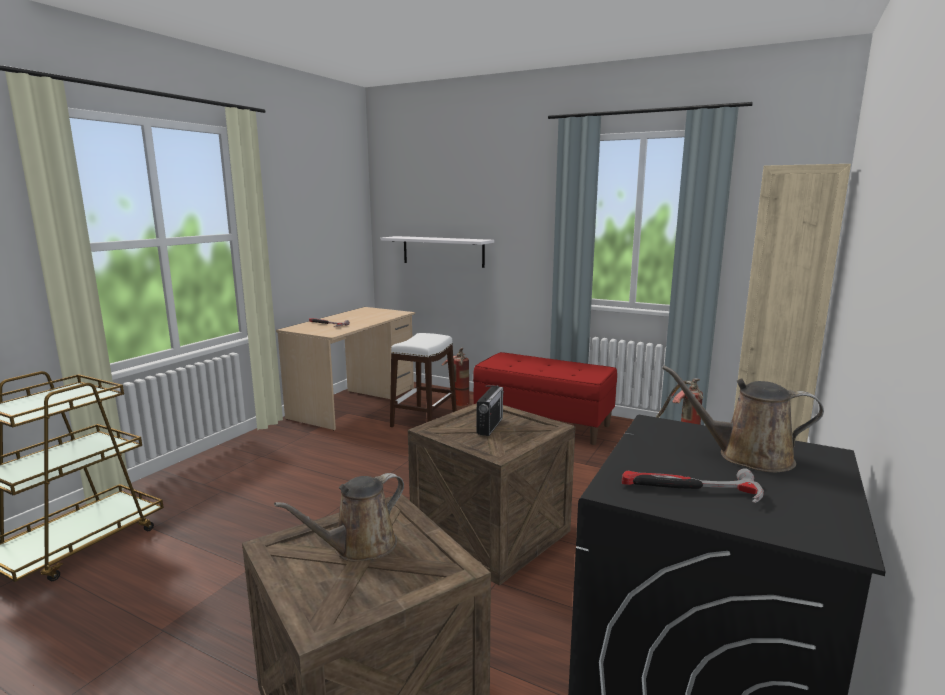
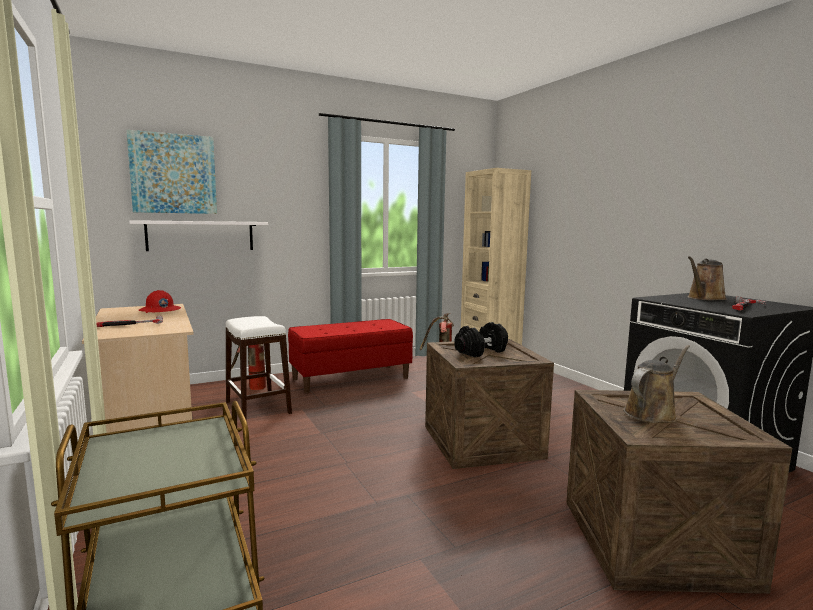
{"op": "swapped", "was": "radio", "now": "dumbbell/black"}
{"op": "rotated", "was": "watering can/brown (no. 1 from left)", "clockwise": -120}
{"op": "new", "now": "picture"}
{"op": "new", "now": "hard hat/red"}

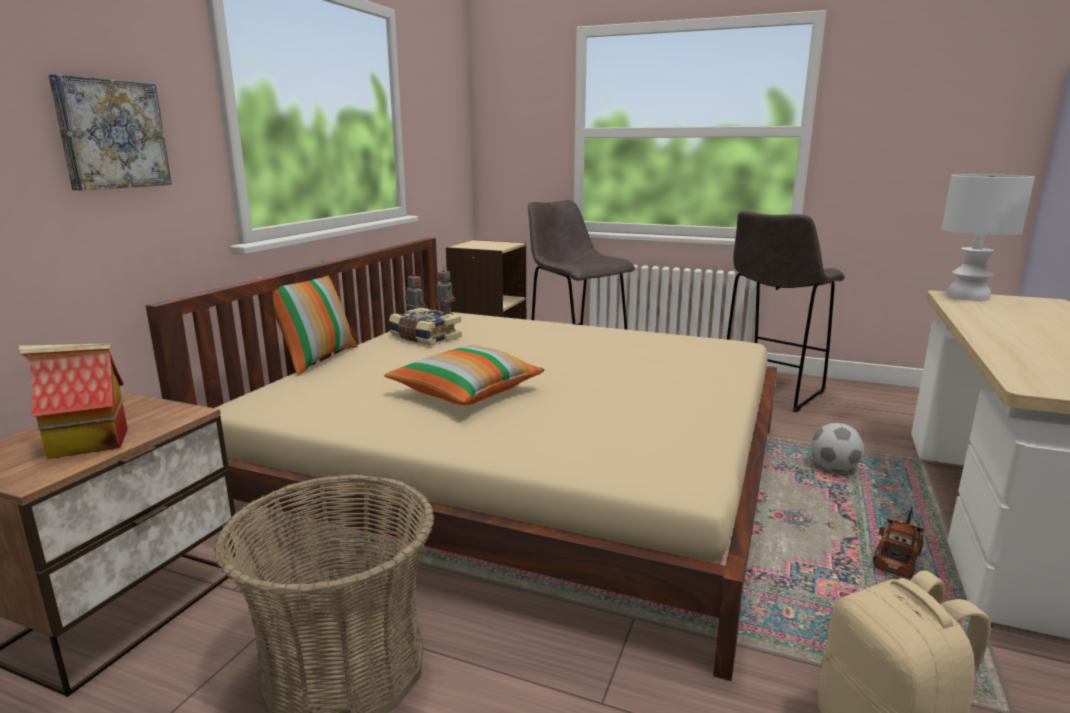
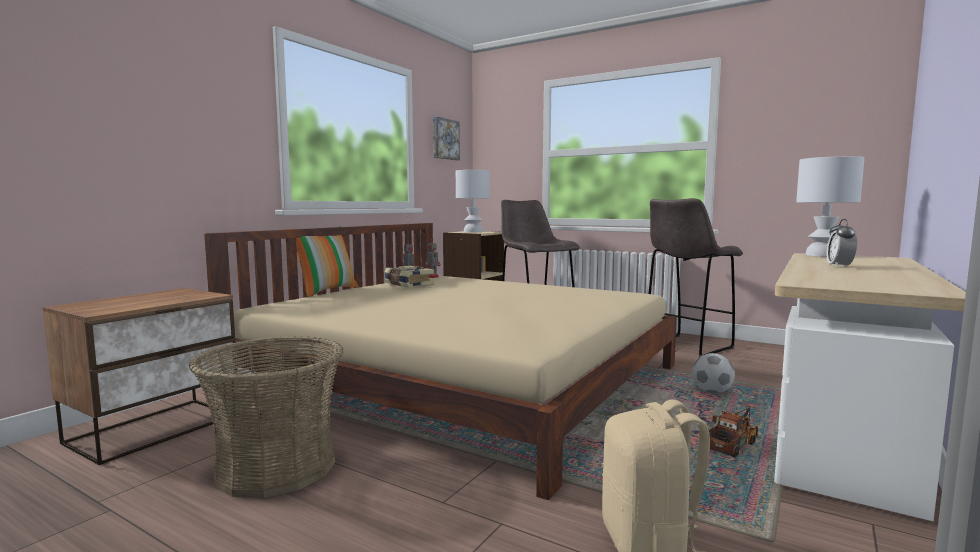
{"op": "shifted", "was": "picture"}
{"op": "gone", "was": "toy house"}
{"op": "gone", "was": "pillow (no. 2 from left)"}
{"op": "new", "now": "table lamp/white (no. 1 from left)"}
{"op": "new", "now": "alarm clock"}

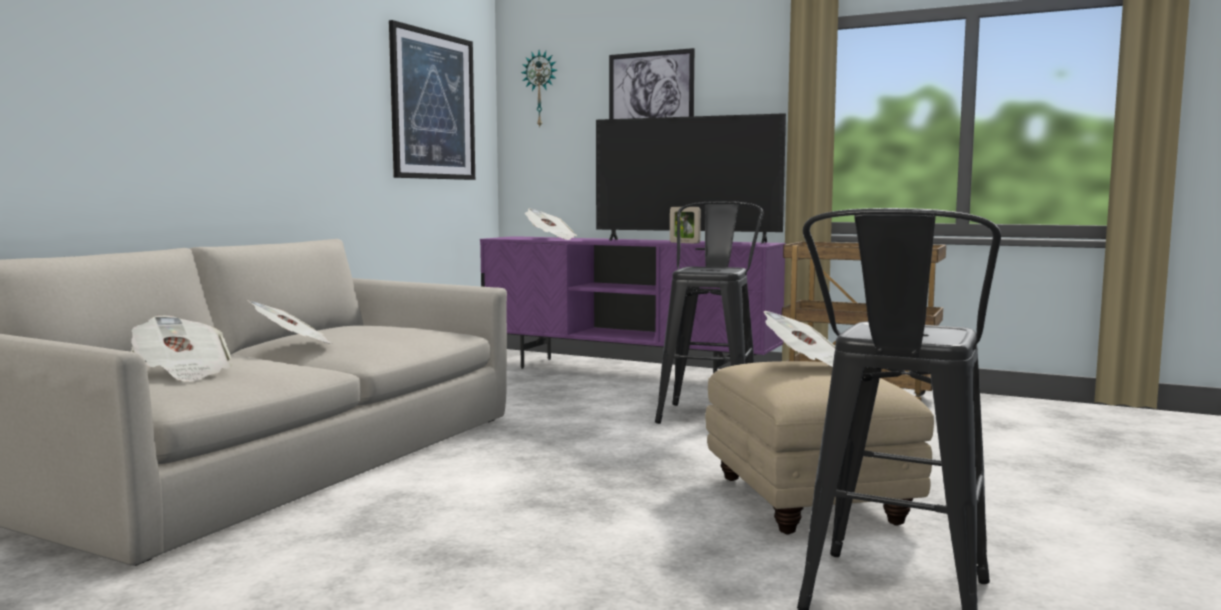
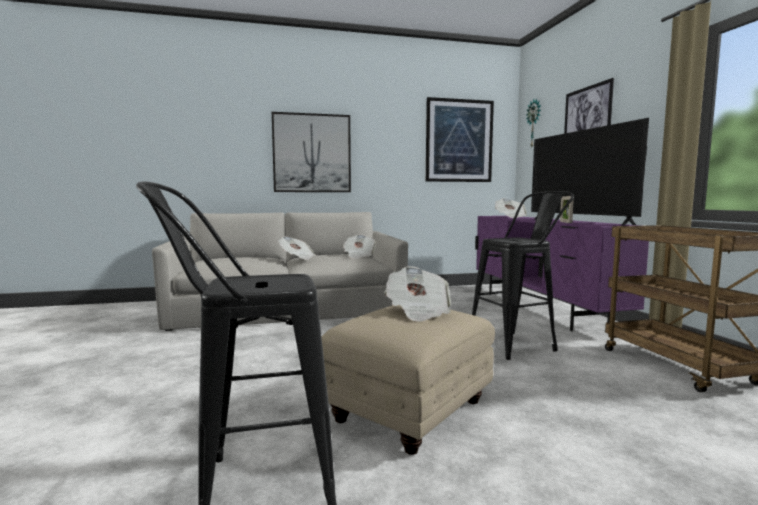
{"op": "shifted", "was": "newspaper (no. 1 from left in the first image)", "now": "newspaper (no. 2 from left)"}
{"op": "new", "now": "picture (no. 1 from left)"}

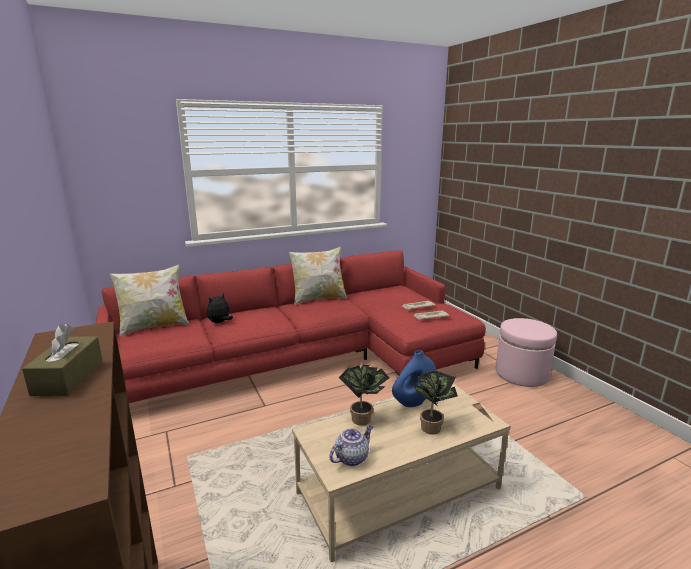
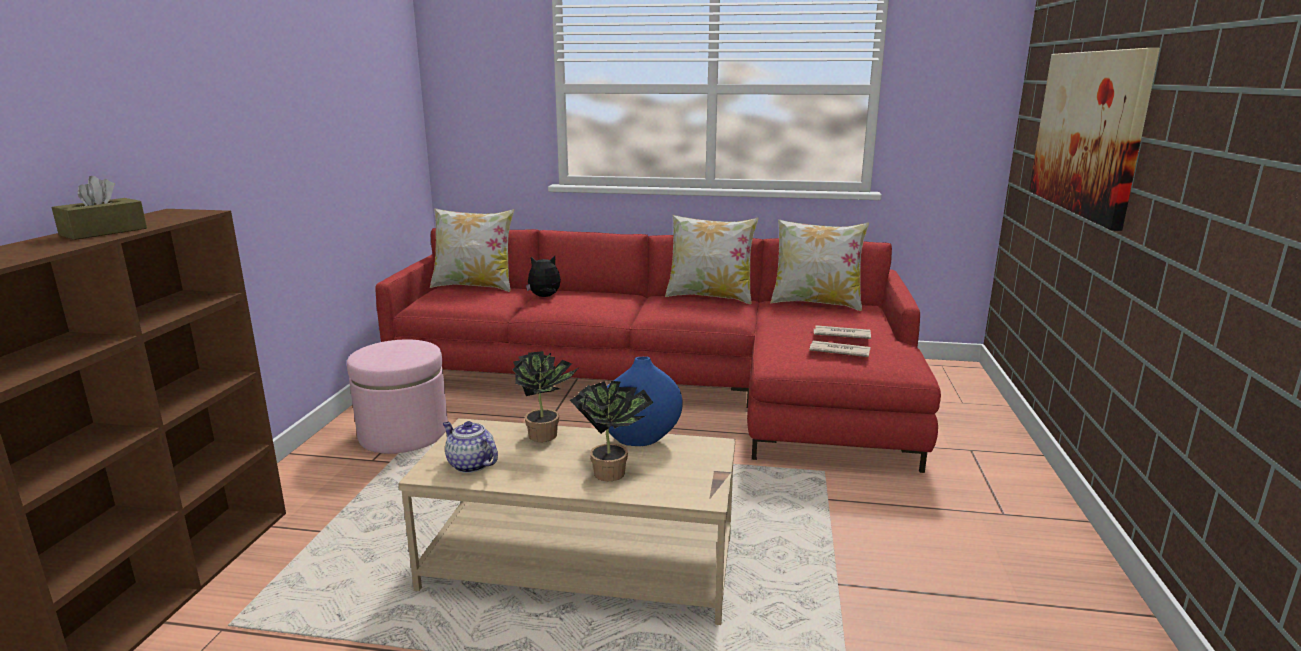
{"op": "shifted", "was": "ottoman/pink"}
{"op": "rotated", "was": "teapot", "clockwise": -135}
{"op": "new", "now": "picture"}
{"op": "new", "now": "pillow (no. 3 from left)"}

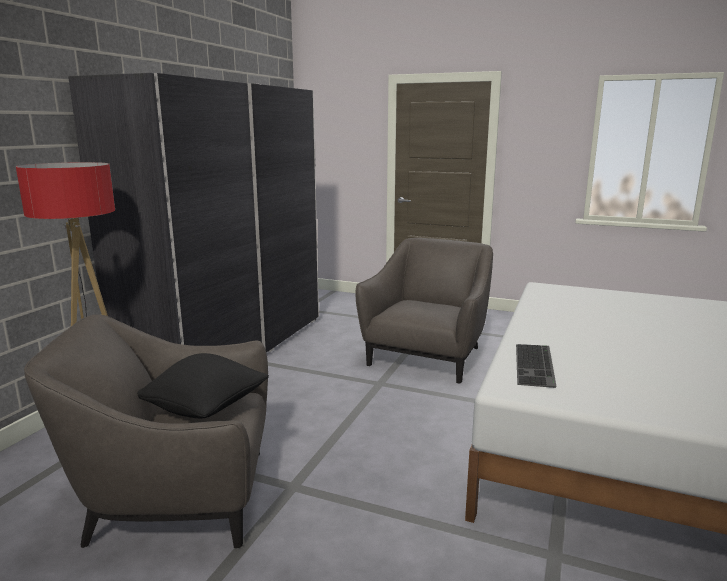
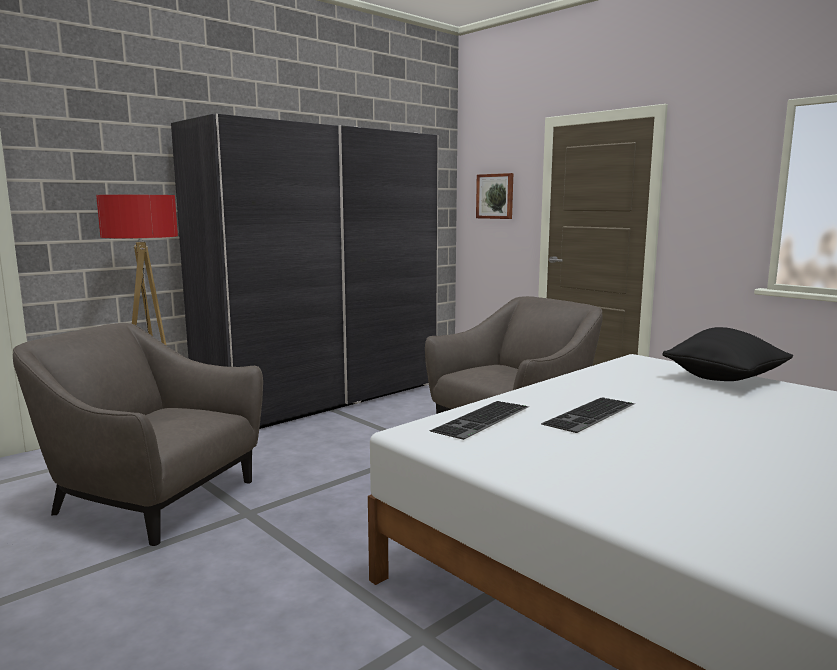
{"op": "shifted", "was": "pillow/black"}
{"op": "new", "now": "picture"}
{"op": "new", "now": "keyboard (no. 2 from left)"}

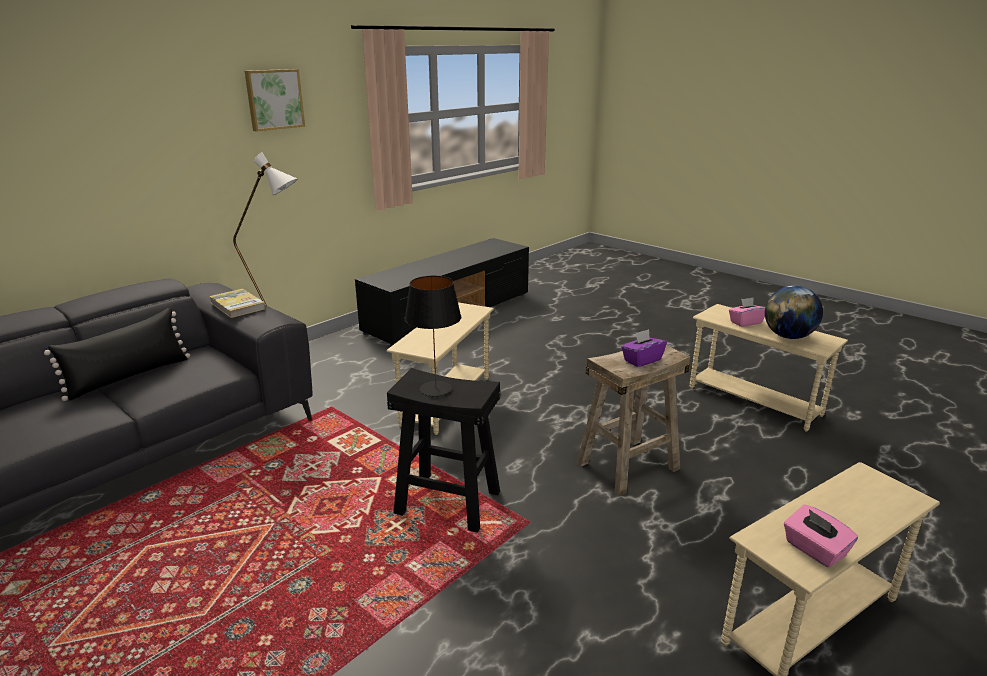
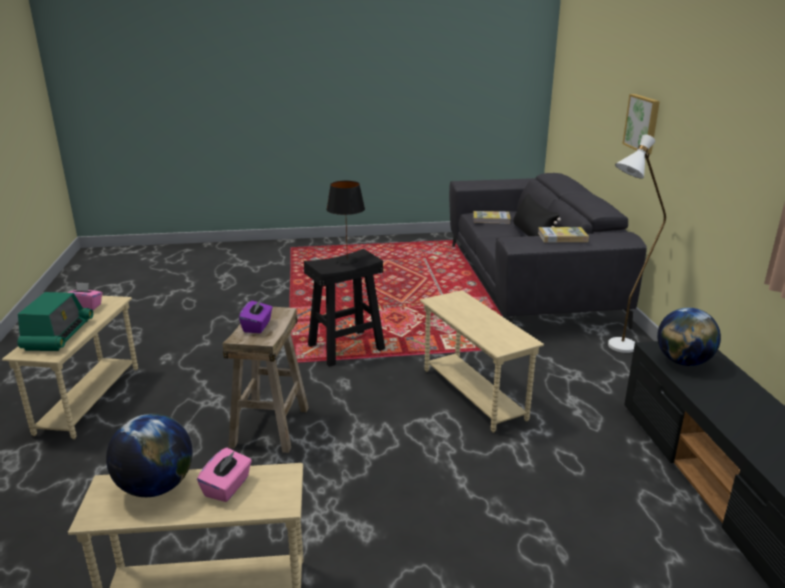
{"op": "shifted", "was": "picture"}
{"op": "new", "now": "book (no. 1 from left)"}
{"op": "new", "now": "radio"}
{"op": "new", "now": "globe (no. 2 from left)"}

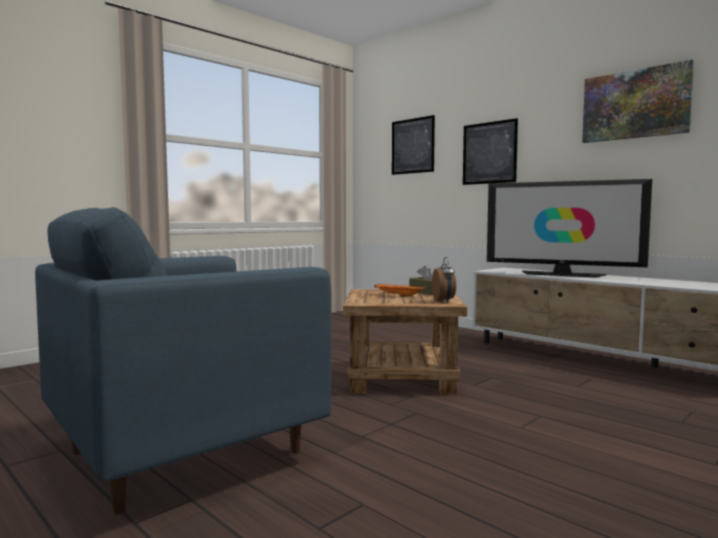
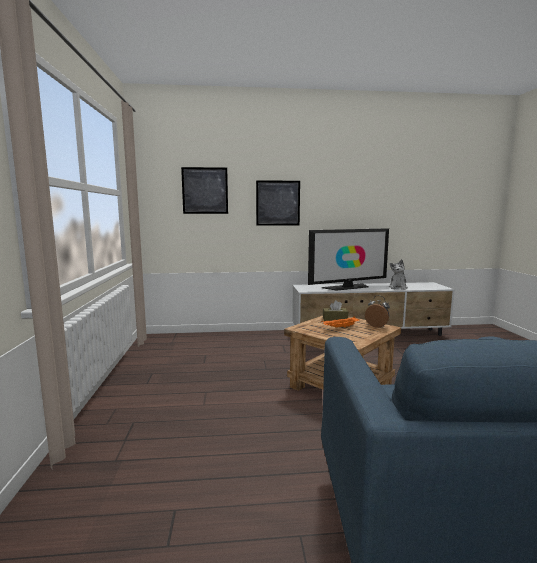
{"op": "gone", "was": "picture (no. 3 from left)"}
{"op": "new", "now": "plush toy"}

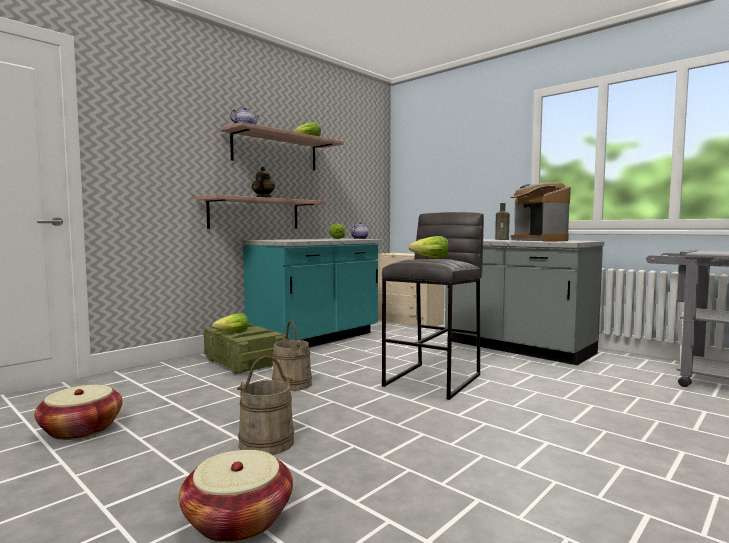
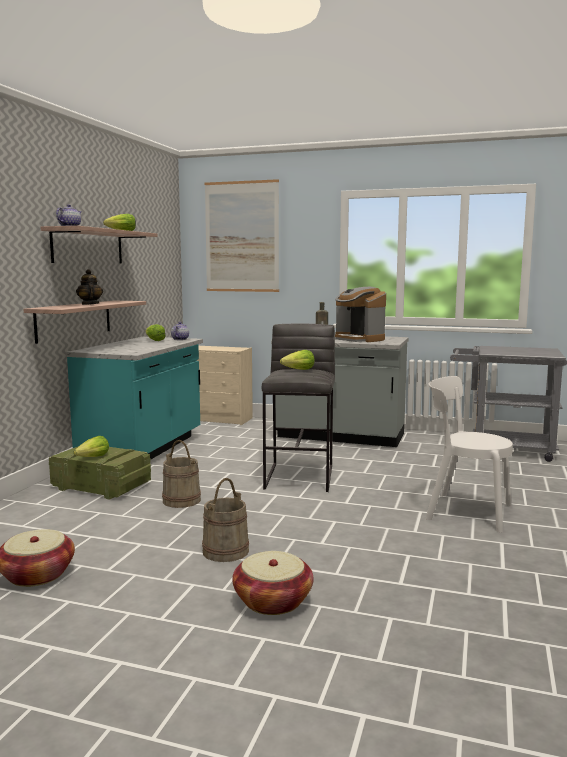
{"op": "new", "now": "picture"}
{"op": "new", "now": "chair/white"}

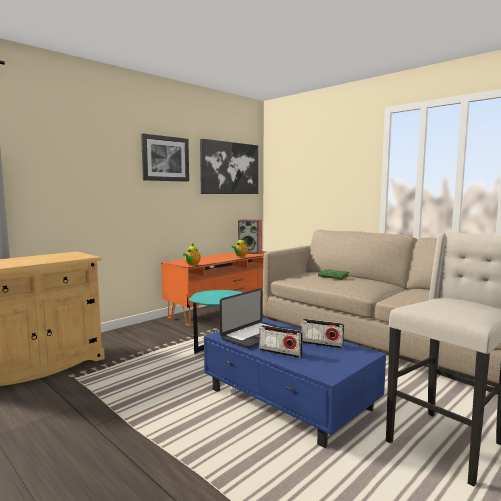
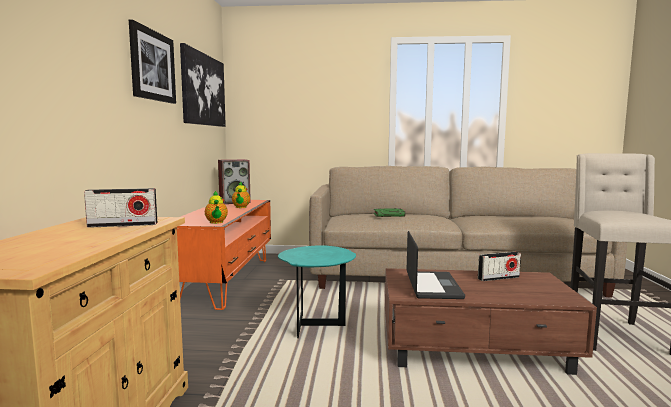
{"op": "repainted", "was": "coffee table/blue", "now": "coffee table/brown"}
{"op": "shifted", "was": "radio (no. 1 from left)"}

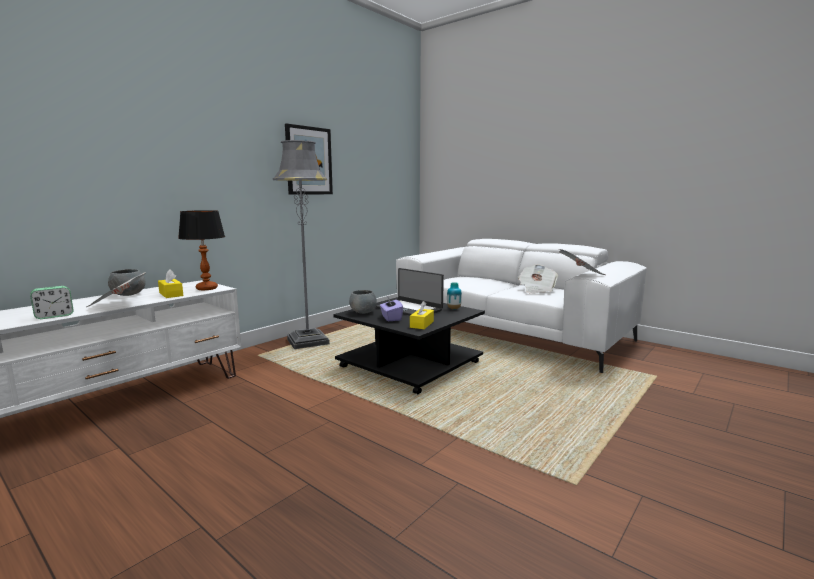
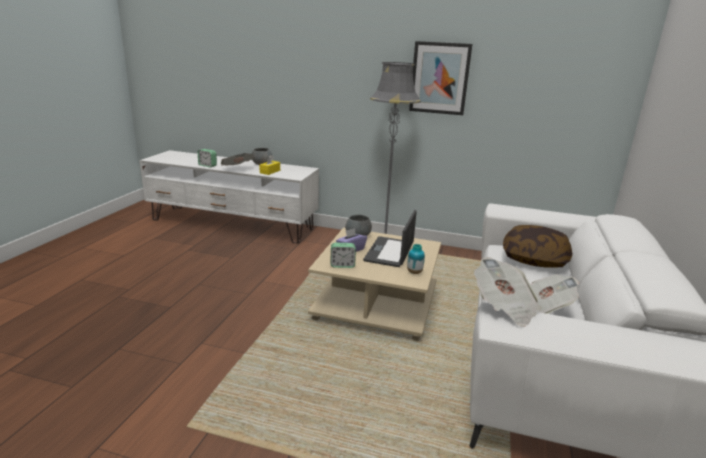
{"op": "gone", "was": "table lamp"}
{"op": "repainted", "was": "coffee table/black", "now": "coffee table/beige"}
{"op": "swapped", "was": "tissue box/yellow (no. 2 from left)", "now": "alarm clock (no. 2 from left)"}
{"op": "new", "now": "pillow"}

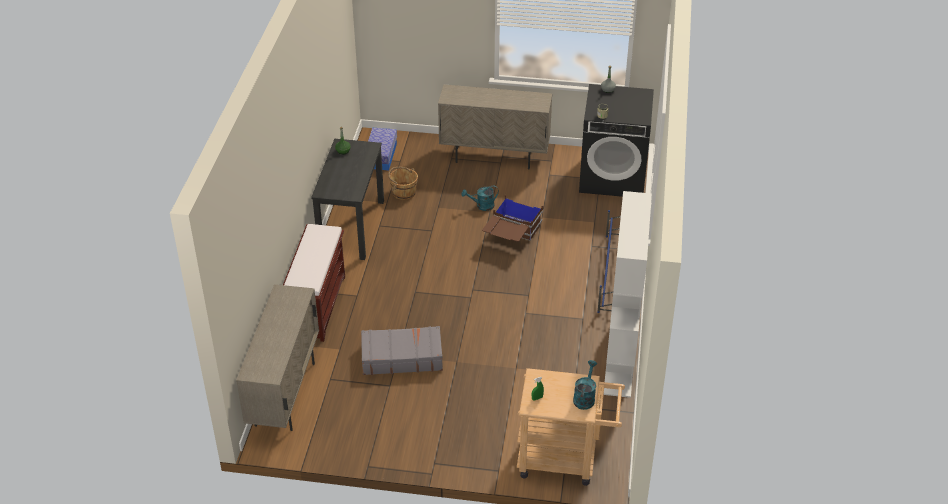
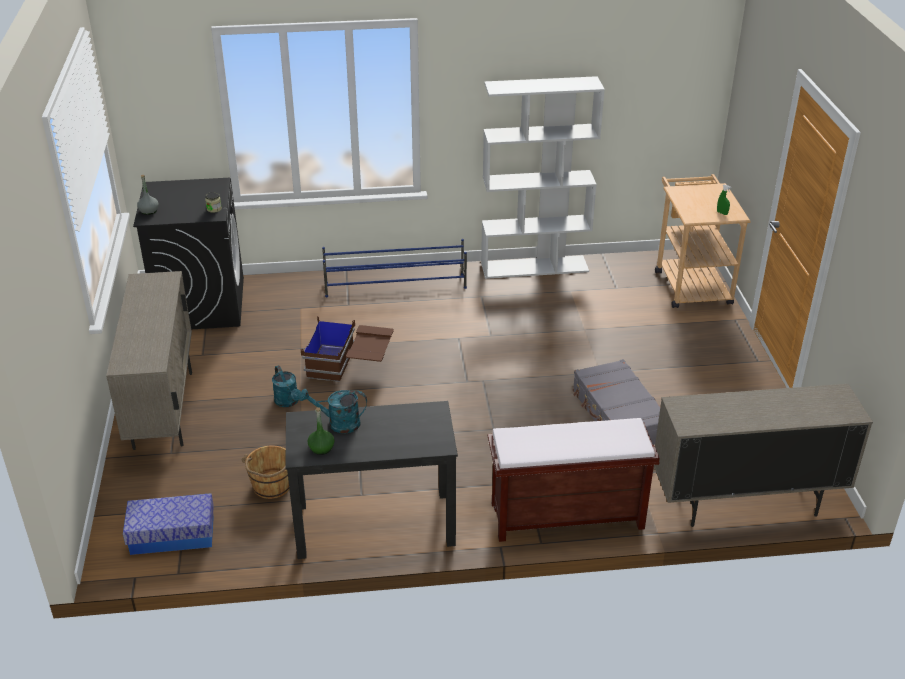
{"op": "shifted", "was": "watering can/turquoise (no. 2 from left)"}

